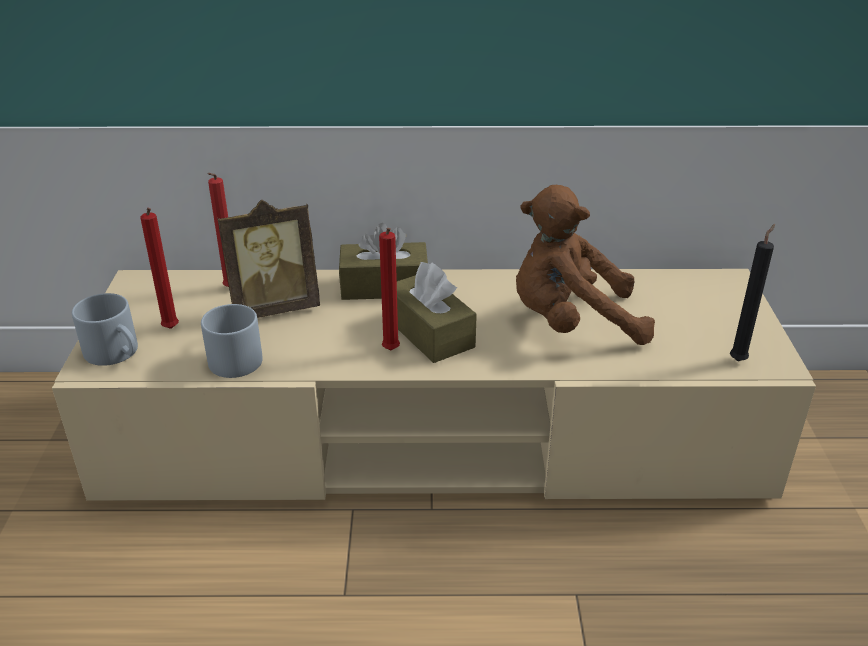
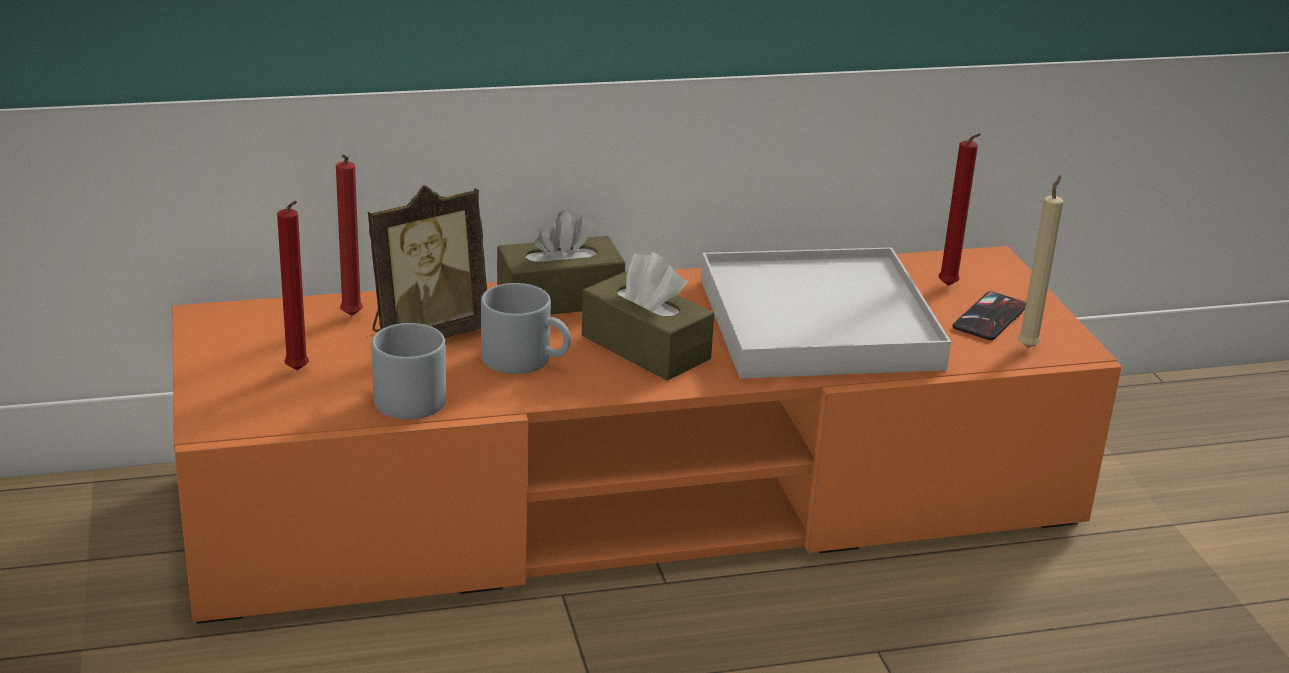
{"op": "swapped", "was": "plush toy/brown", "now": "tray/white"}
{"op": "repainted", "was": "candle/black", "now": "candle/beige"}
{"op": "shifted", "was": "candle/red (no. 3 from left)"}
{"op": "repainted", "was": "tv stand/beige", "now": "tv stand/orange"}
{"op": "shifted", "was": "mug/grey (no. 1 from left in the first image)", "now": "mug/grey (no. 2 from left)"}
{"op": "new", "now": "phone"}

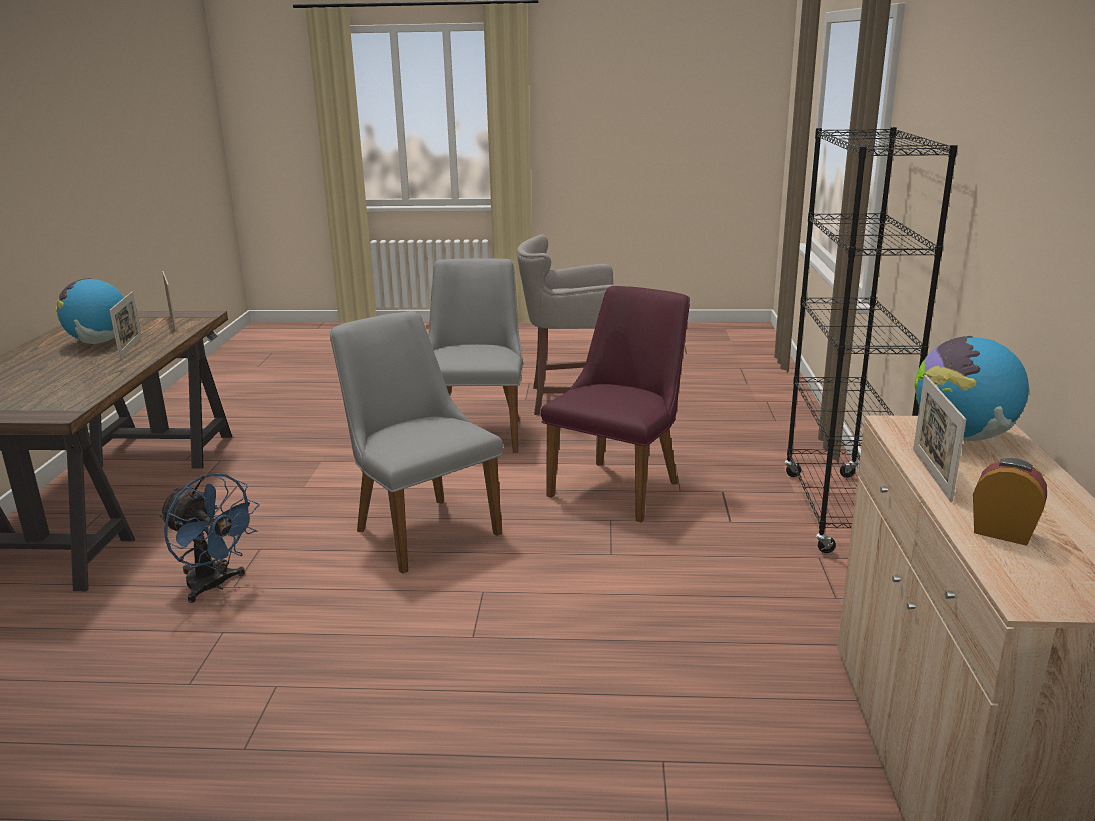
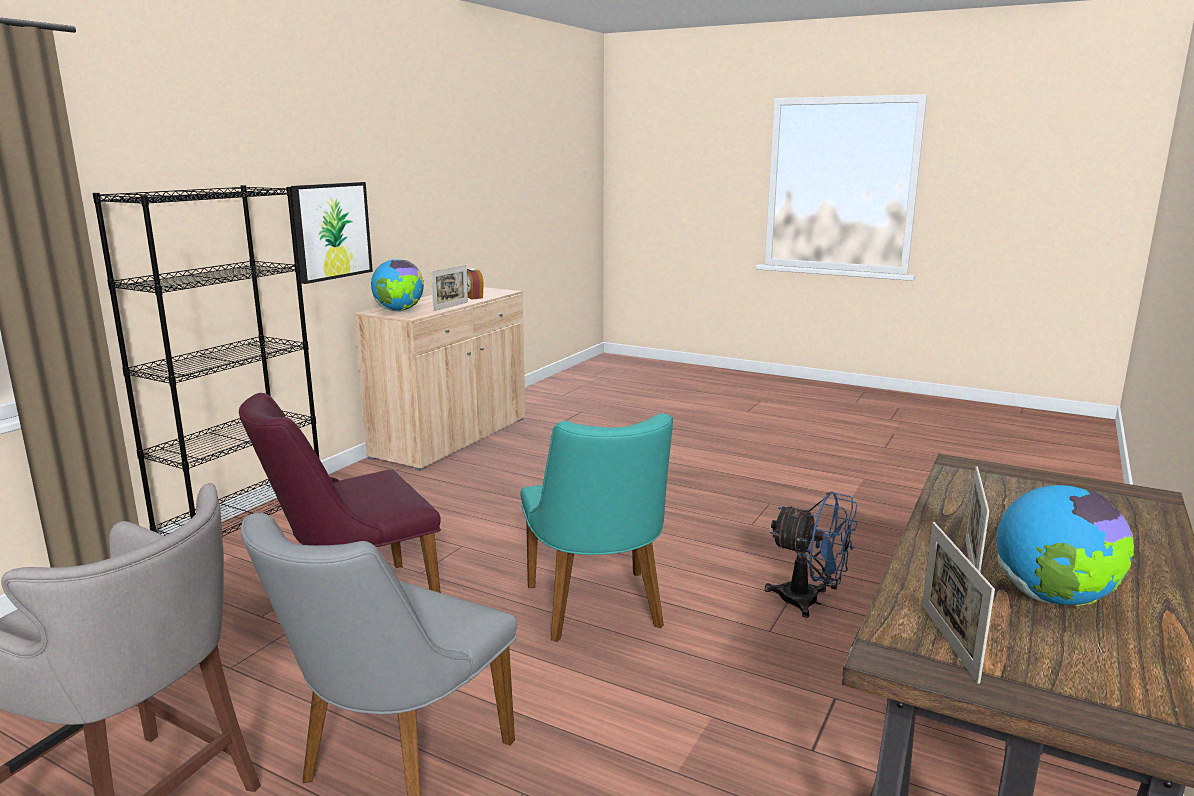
{"op": "repainted", "was": "chair/grey (no. 1 from left)", "now": "chair/turquoise"}
{"op": "rotated", "was": "fan/blue", "clockwise": 150}
{"op": "new", "now": "picture"}

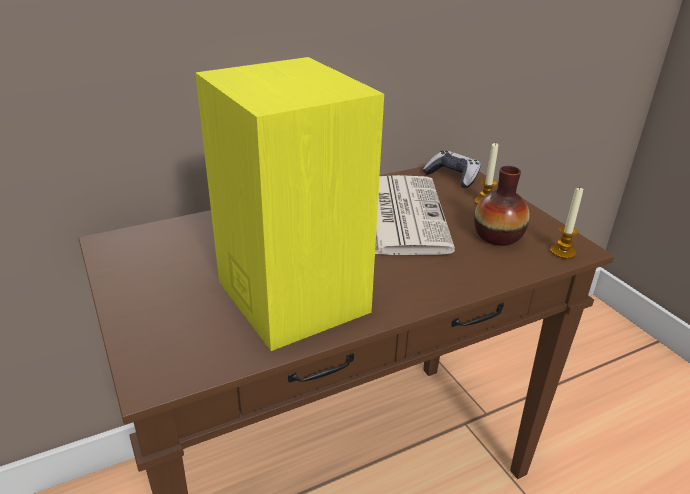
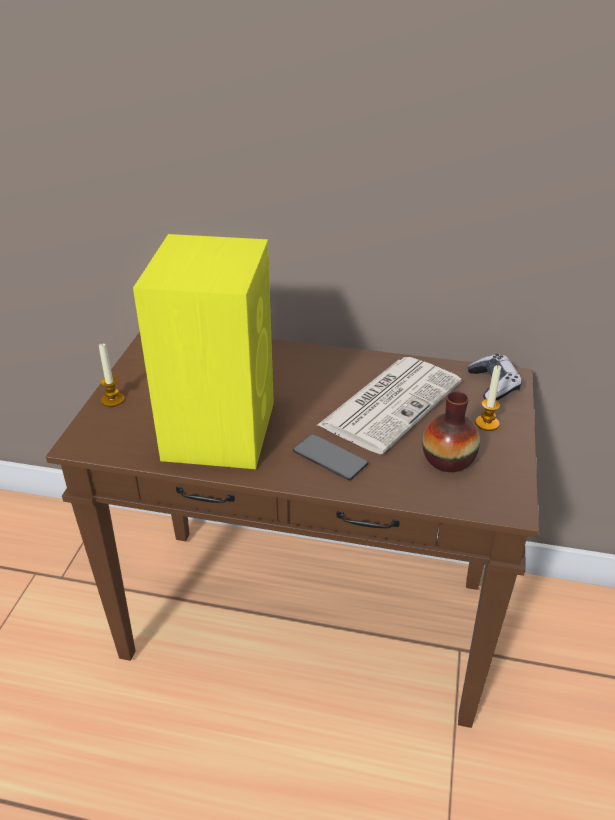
{"op": "shifted", "was": "candle (no. 2 from left in the first image)", "now": "candle (no. 1 from left)"}
{"op": "new", "now": "phone"}

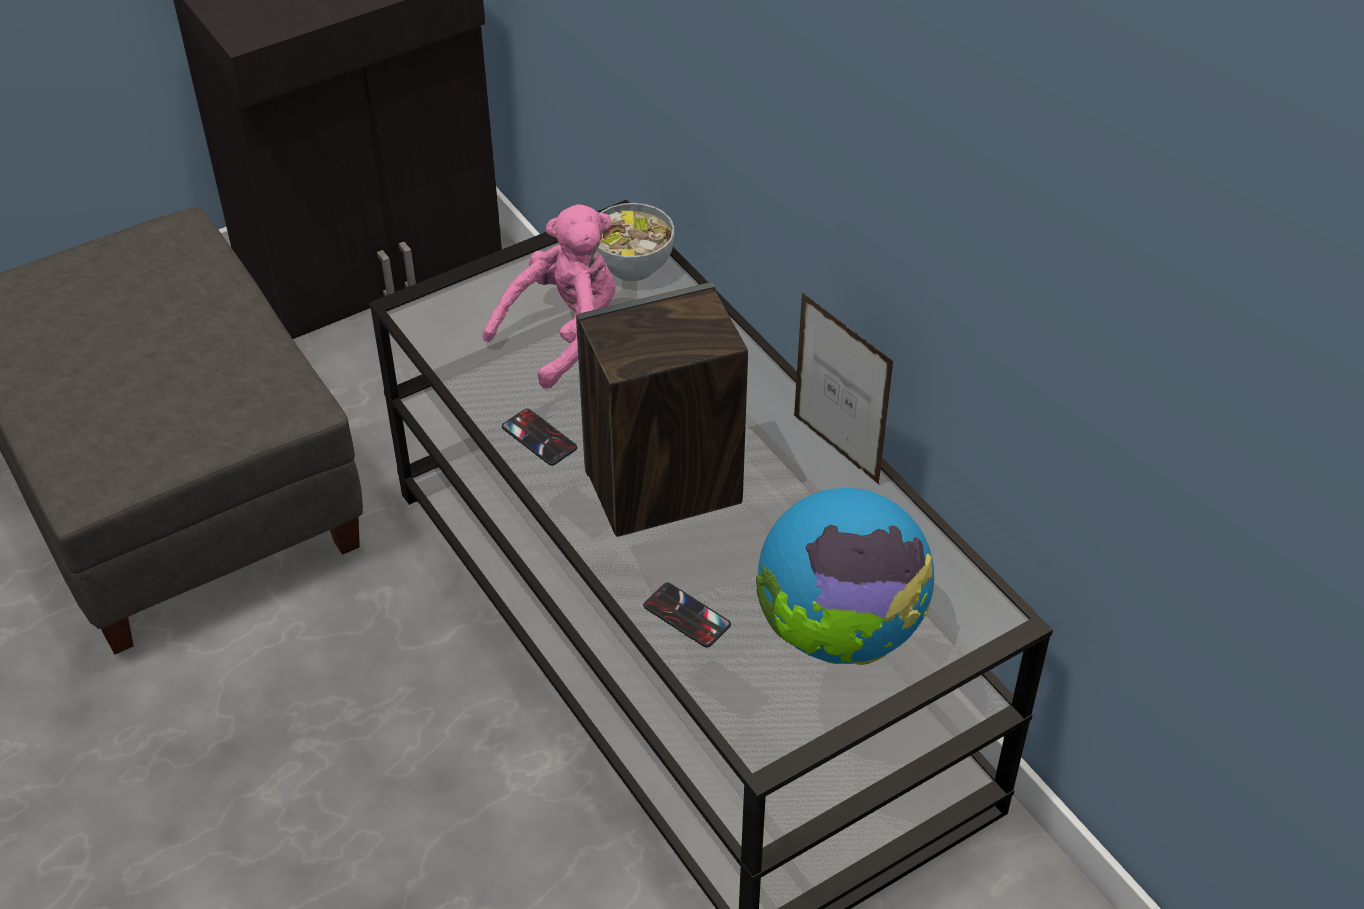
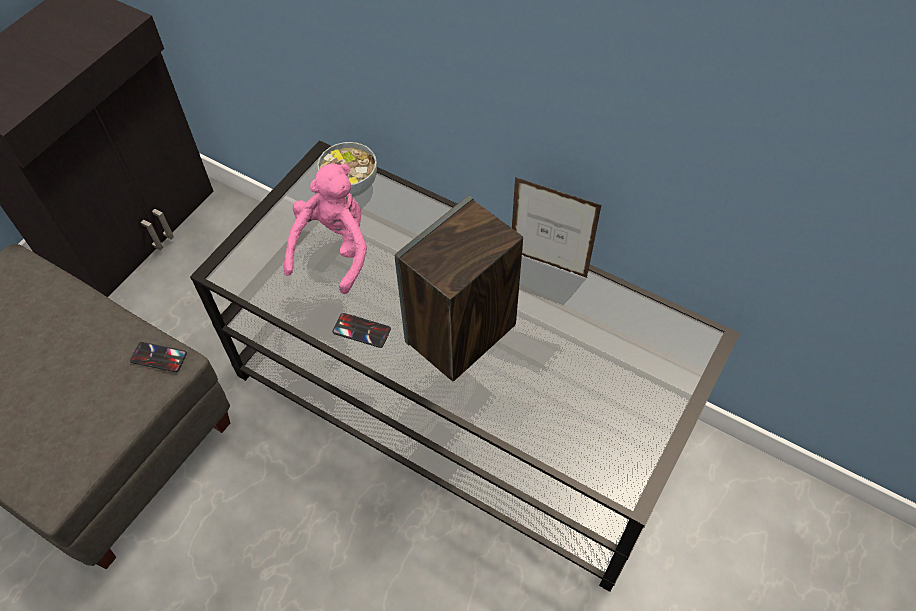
{"op": "gone", "was": "globe"}
{"op": "shifted", "was": "phone (no. 2 from left in the first image)", "now": "phone (no. 1 from left)"}

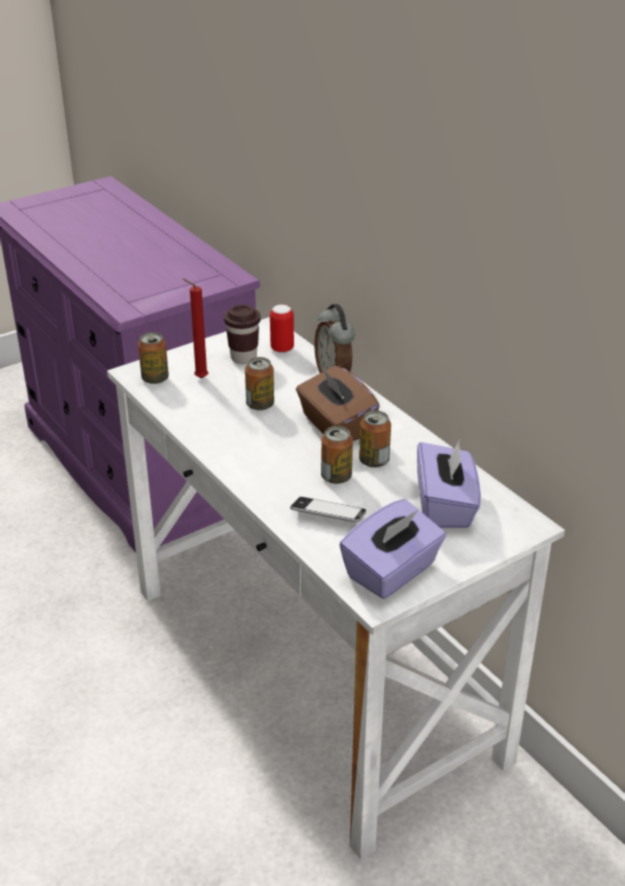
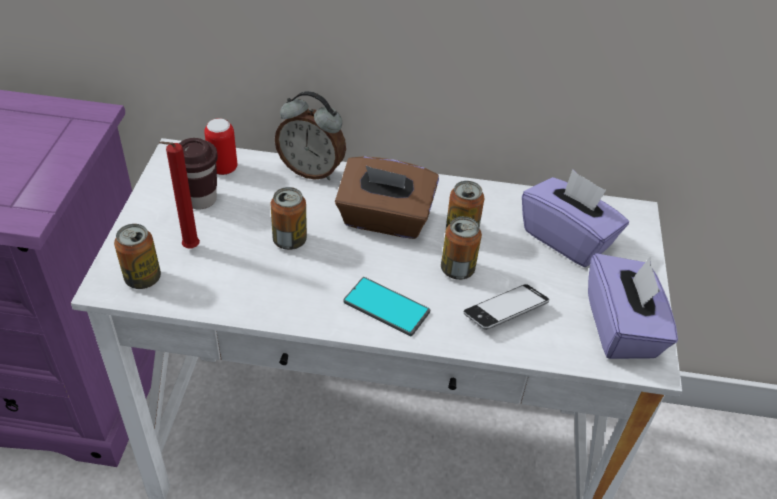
{"op": "new", "now": "phone (no. 1 from left)"}

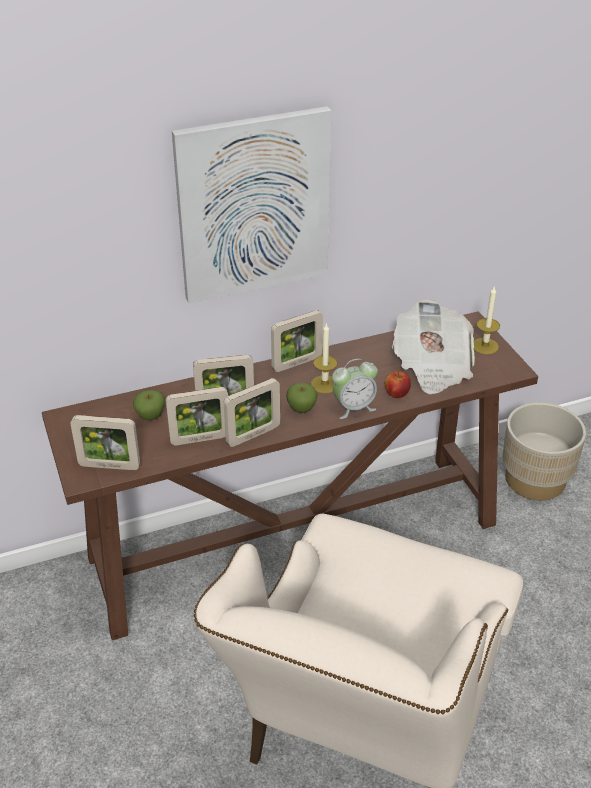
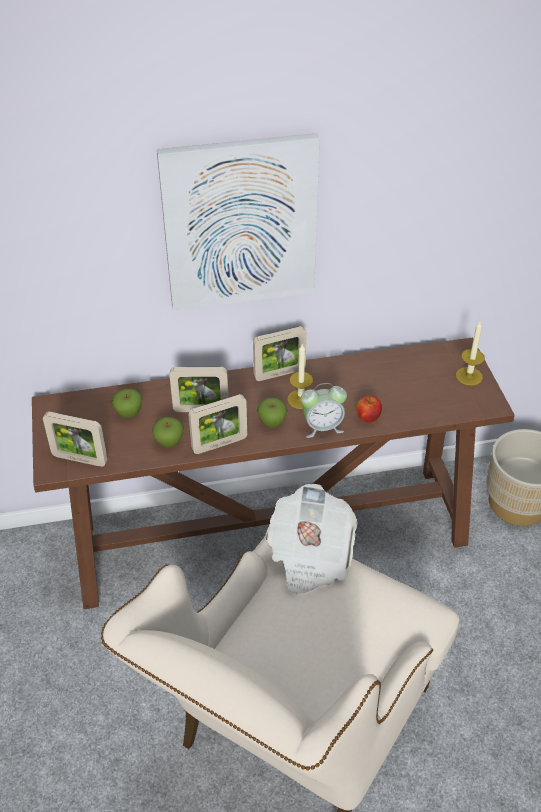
{"op": "shifted", "was": "newspaper"}
{"op": "swapped", "was": "picture frame (no. 2 from left)", "now": "apple (no. 2 from left)"}

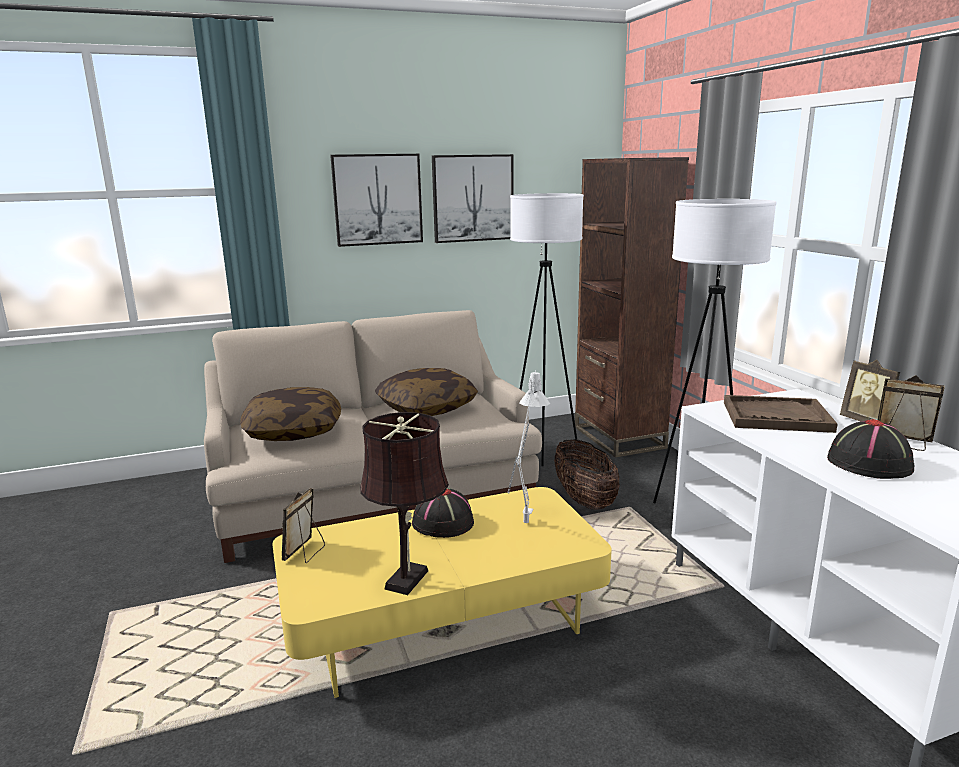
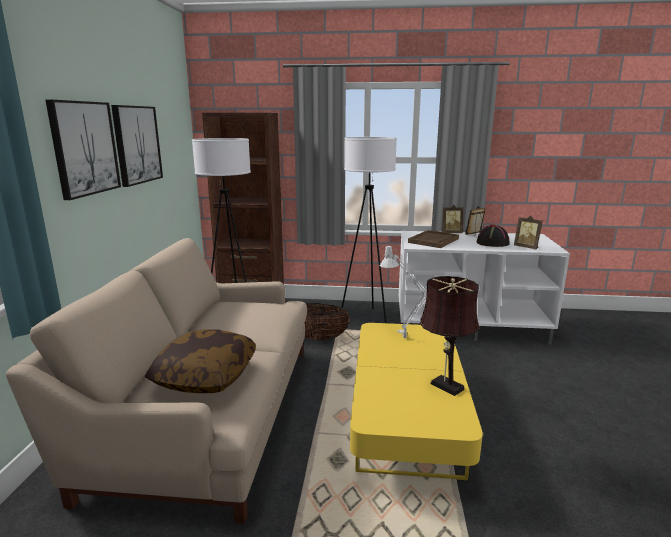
{"op": "gone", "was": "pillow (no. 2 from left)"}
{"op": "shifted", "was": "picture frame (no. 1 from left in the first image)", "now": "picture frame (no. 3 from left)"}
{"op": "gone", "was": "hat/black (no. 1 from left)"}

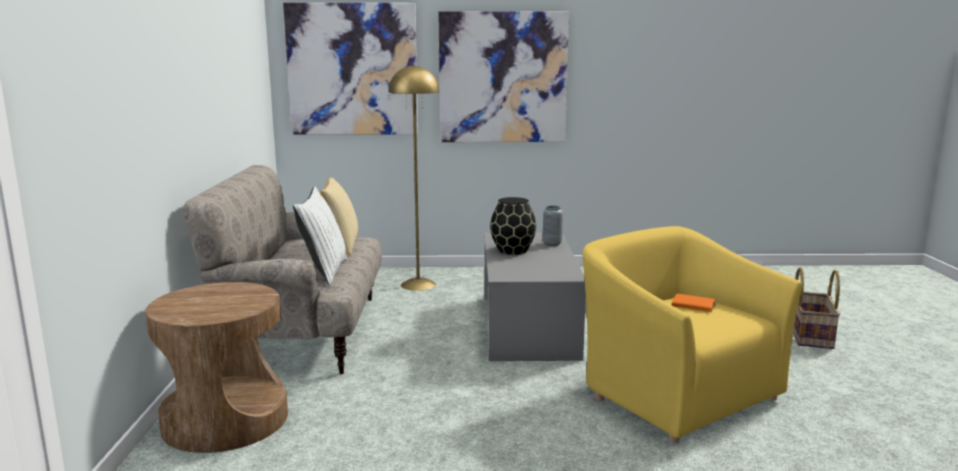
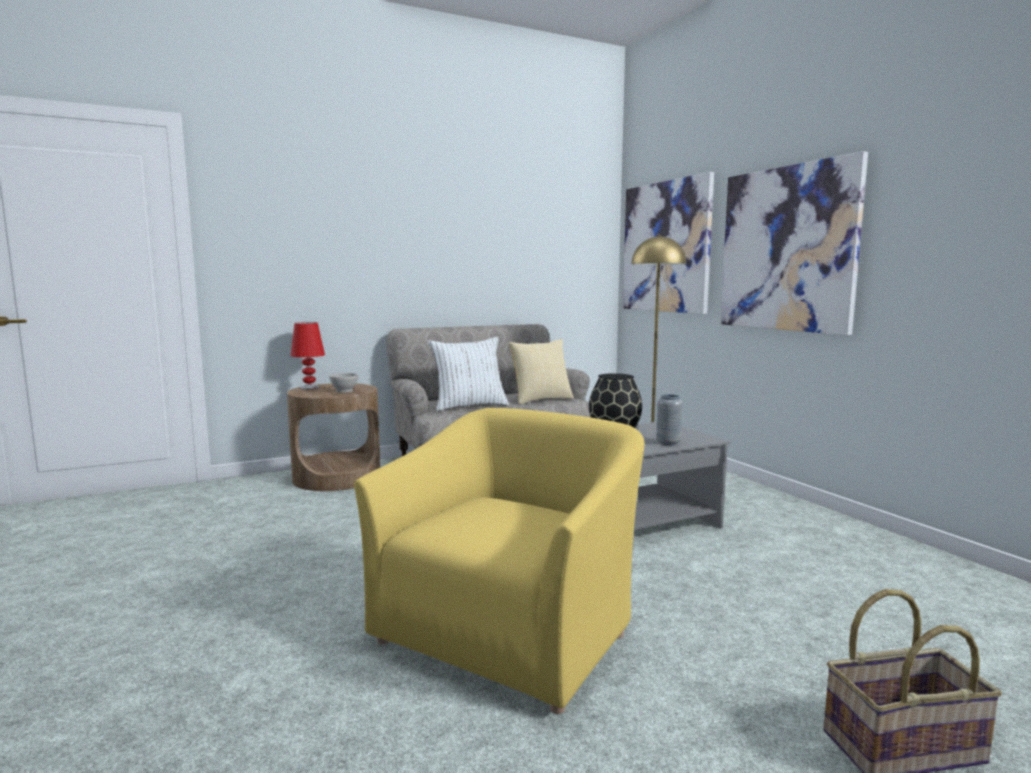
{"op": "gone", "was": "book/orange"}
{"op": "new", "now": "table lamp/red"}
{"op": "new", "now": "bowl/white"}

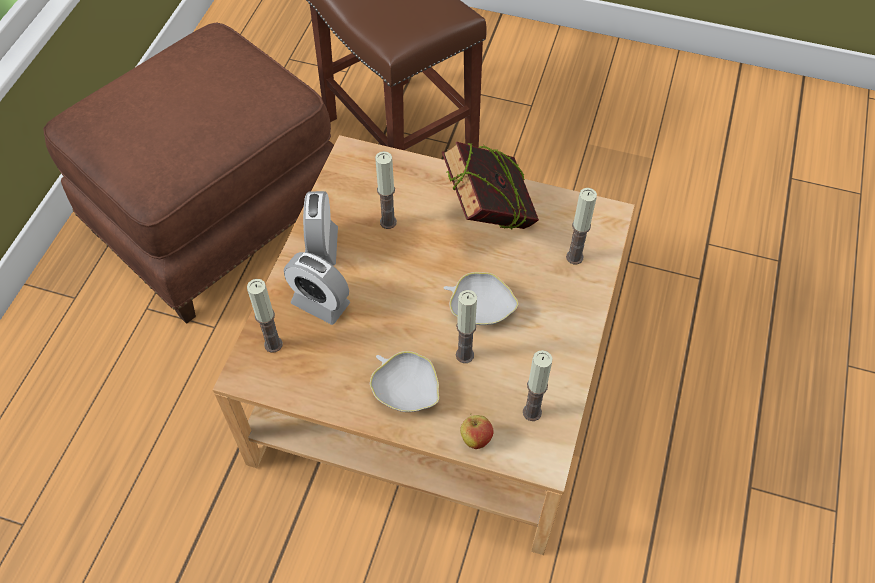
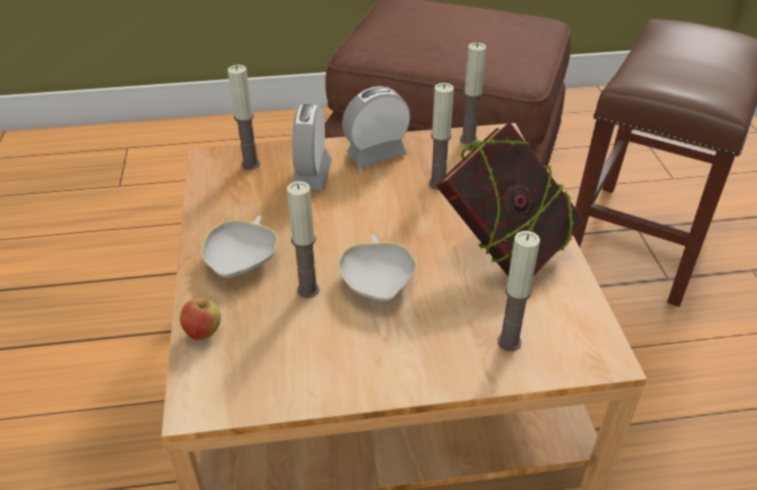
{"op": "shifted", "was": "candle (no. 4 from left)"}

